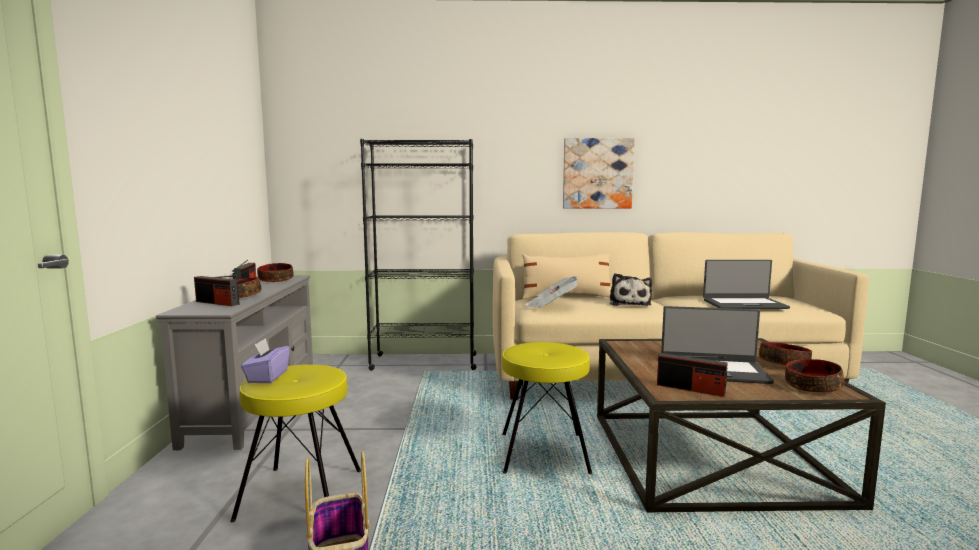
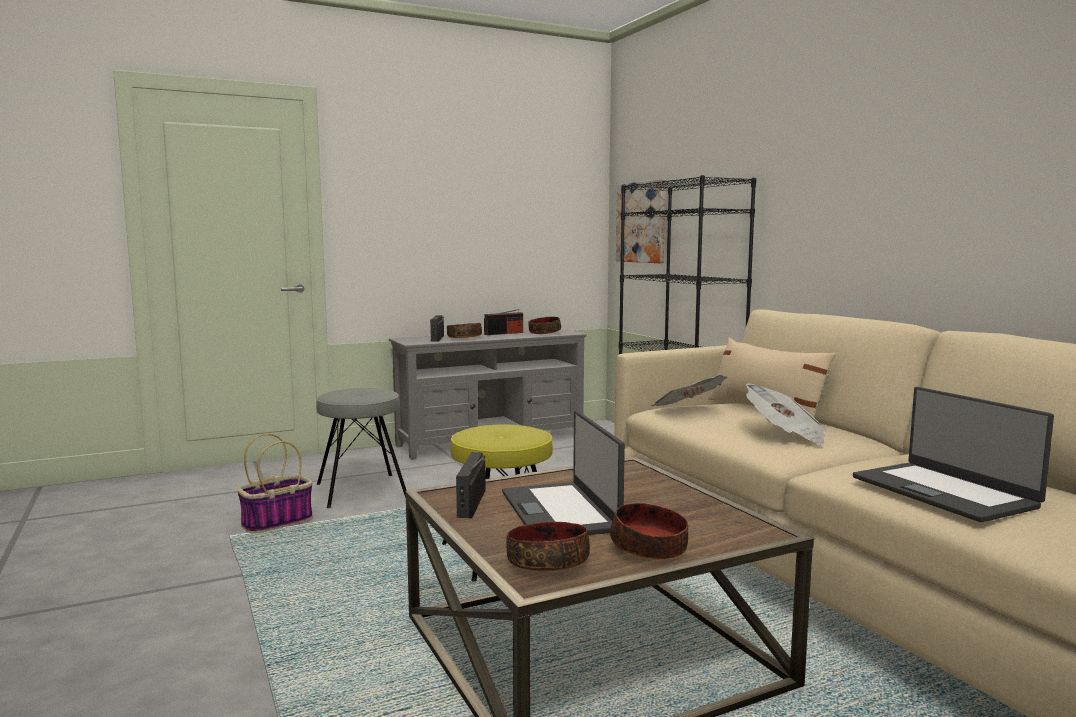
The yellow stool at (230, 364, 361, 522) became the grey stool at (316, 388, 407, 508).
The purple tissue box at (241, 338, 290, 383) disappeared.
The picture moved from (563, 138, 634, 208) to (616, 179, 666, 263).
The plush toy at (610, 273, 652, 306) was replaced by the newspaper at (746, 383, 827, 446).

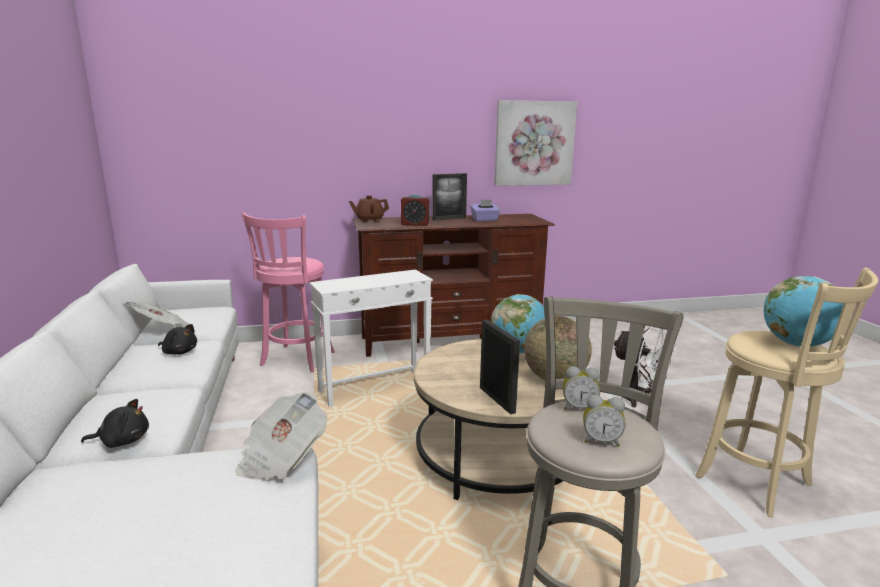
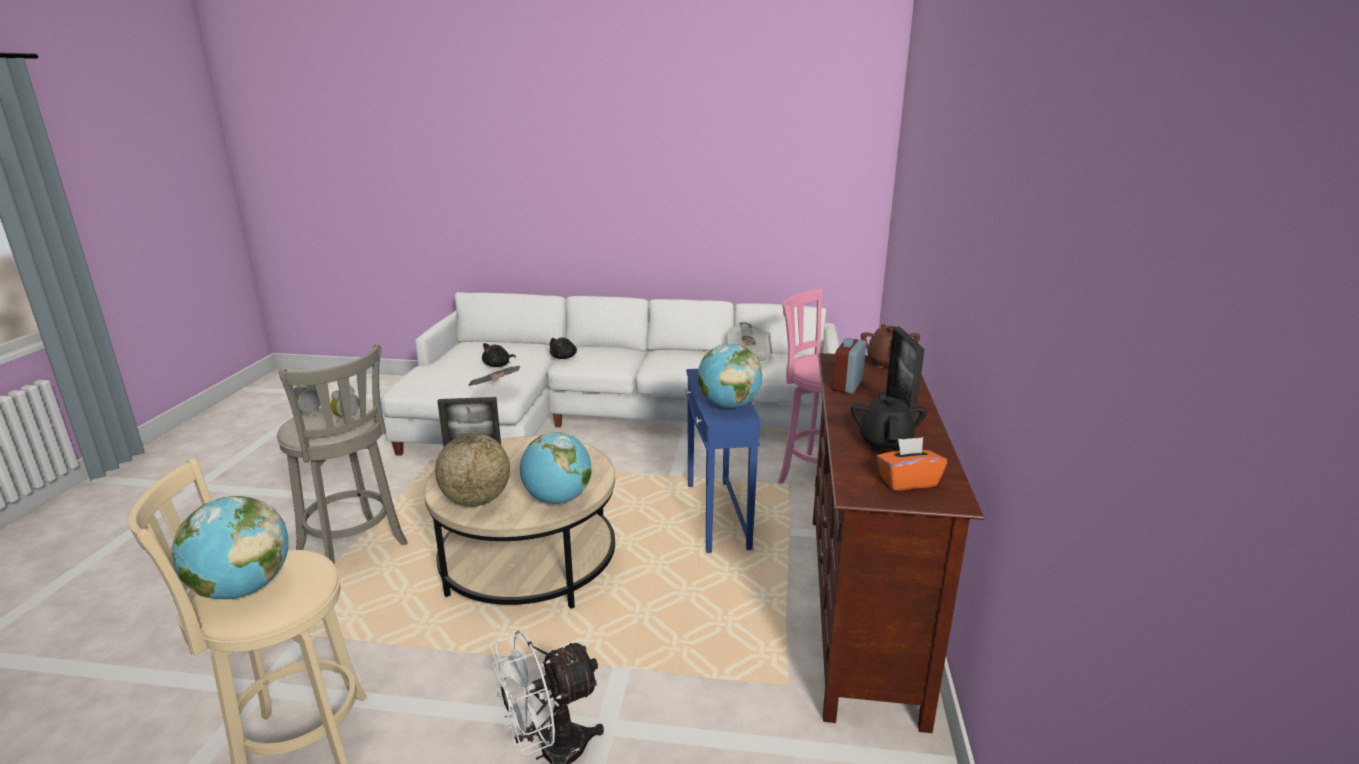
The black plush toy moved from (158, 324, 197, 355) to (482, 343, 516, 367).
The white side table at (309, 269, 433, 407) became the blue side table at (686, 369, 761, 553).
The purple tissue box at (471, 200, 500, 221) was replaced by the black teapot at (851, 392, 928, 451).
The picture at (494, 100, 577, 186) disappeared.
The globe at (698, 344, 762, 408) appeared.
The orange tissue box at (876, 437, 947, 490) appeared.

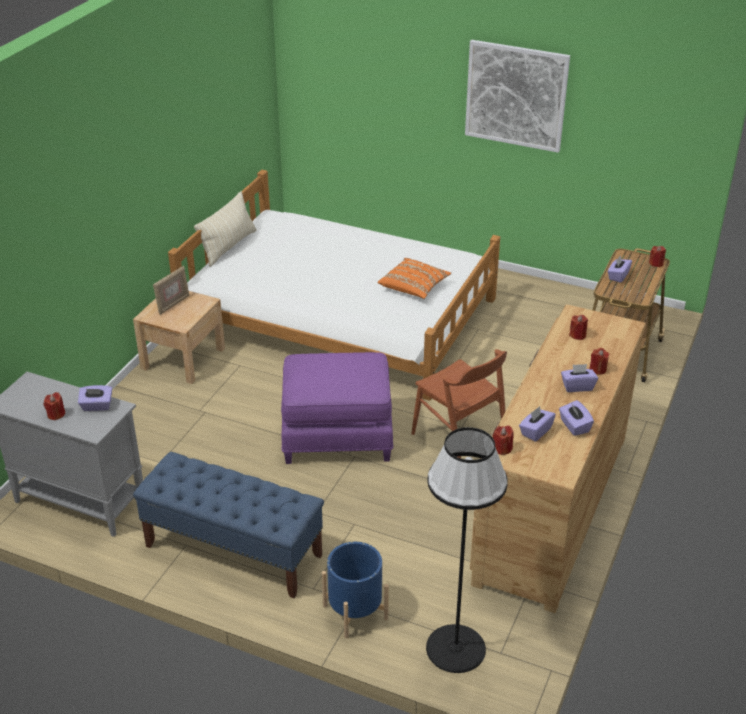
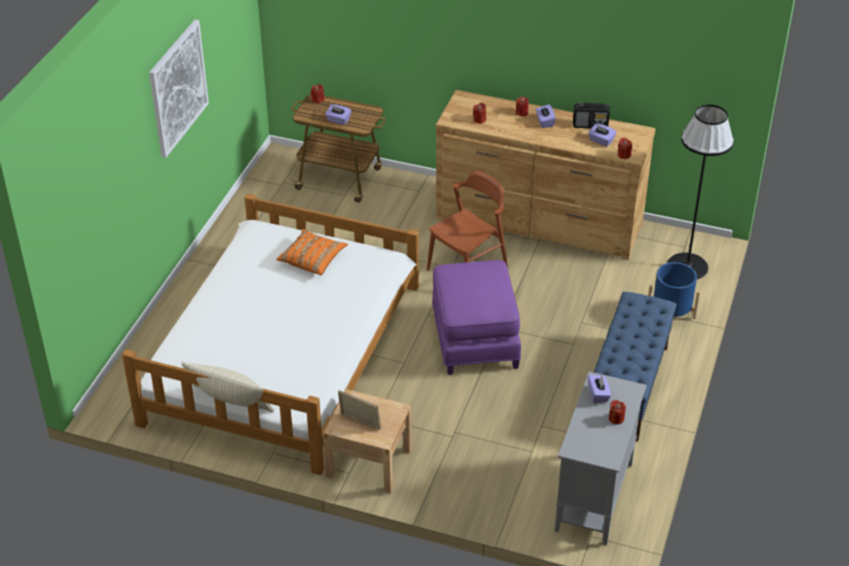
The purple tissue box at (559, 400, 594, 436) was replaced by the radio at (573, 102, 610, 128).

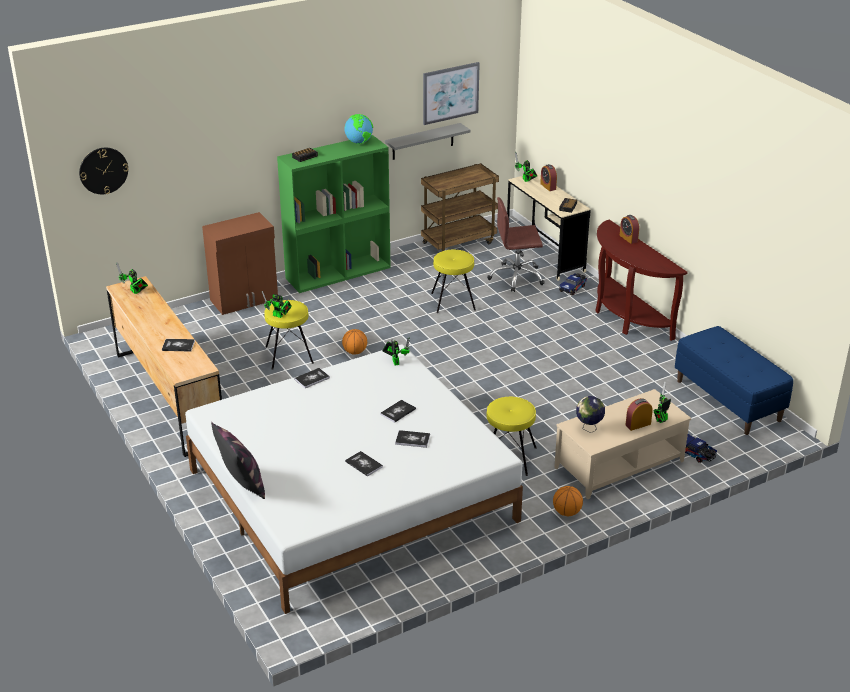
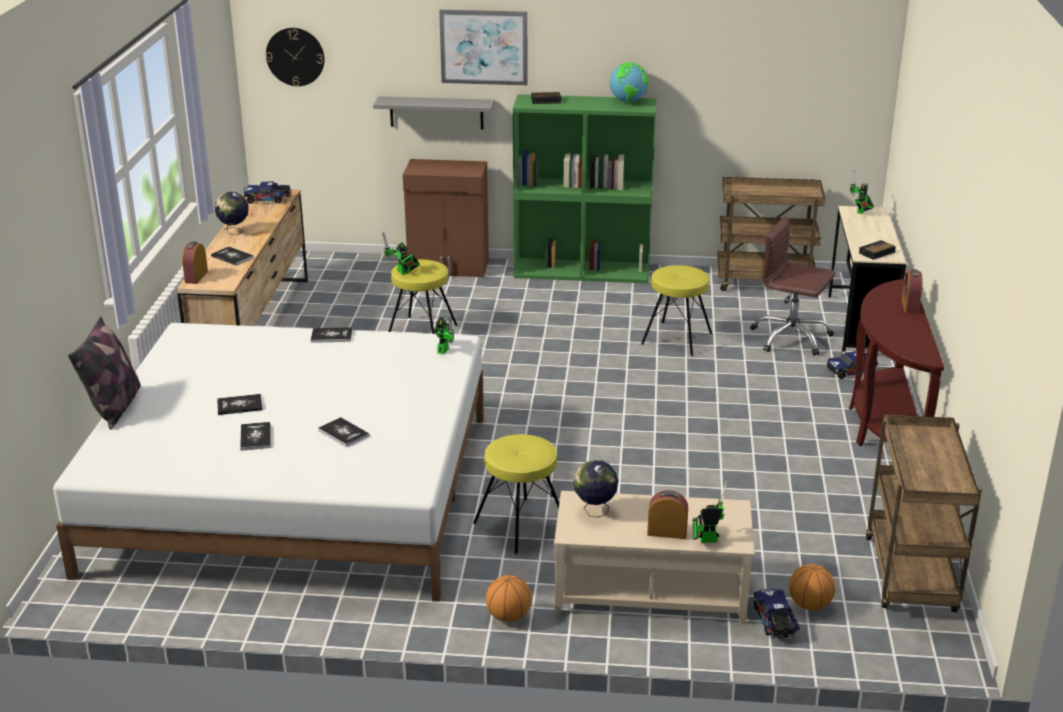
The toy robot at (116, 262, 148, 294) was replaced by the toy truck at (244, 181, 292, 204).
The basketball moved from (342, 329, 367, 355) to (789, 564, 835, 610).
The book moved from (380, 400, 416, 423) to (217, 394, 263, 415).
The grey shelf moved from (385, 123, 471, 160) to (373, 96, 495, 129).
The picture moved from (423, 62, 480, 125) to (439, 10, 527, 85).
The alarm clock moved from (540, 164, 557, 191) to (182, 241, 208, 284).
The blue bench at (675, 326, 793, 435) was replaced by the brown cart at (866, 415, 982, 612).
The globe at (215, 192, 249, 235) appeared.

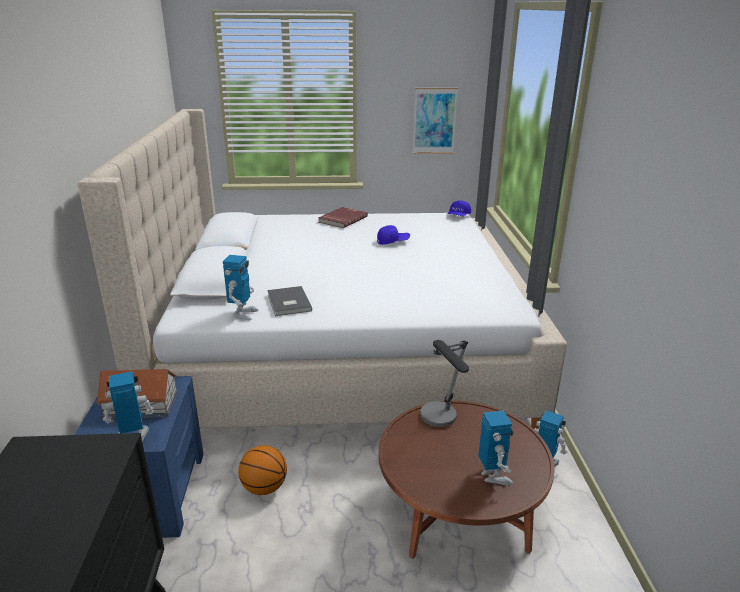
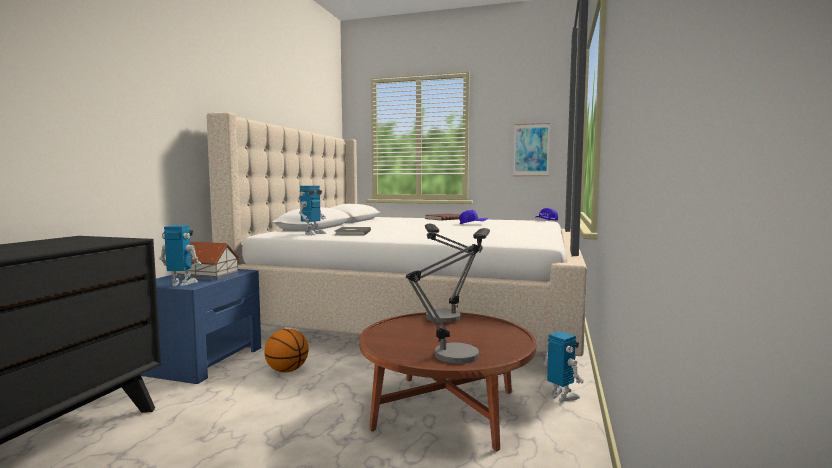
The toy robot at (478, 410, 513, 485) was replaced by the table lamp at (406, 228, 490, 364).

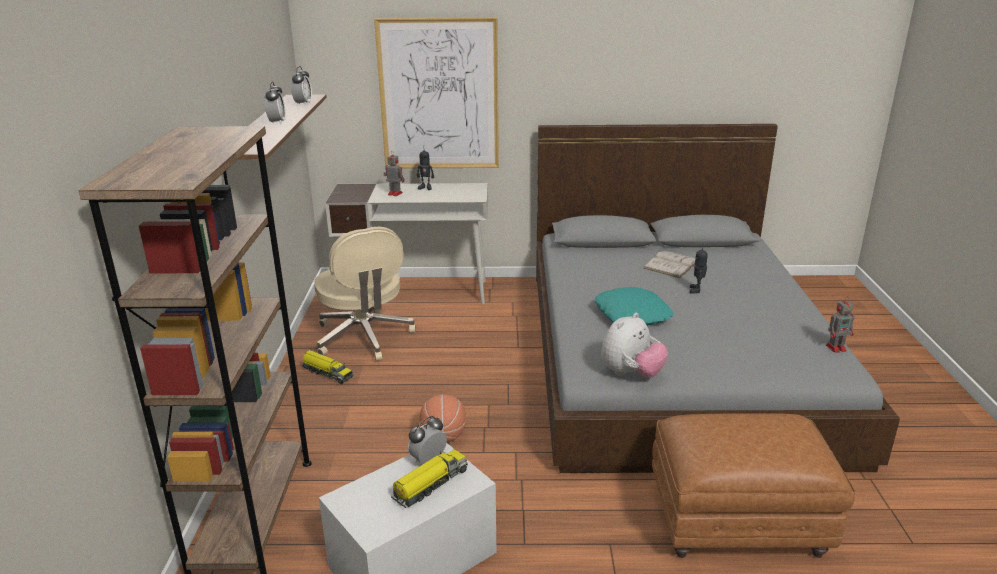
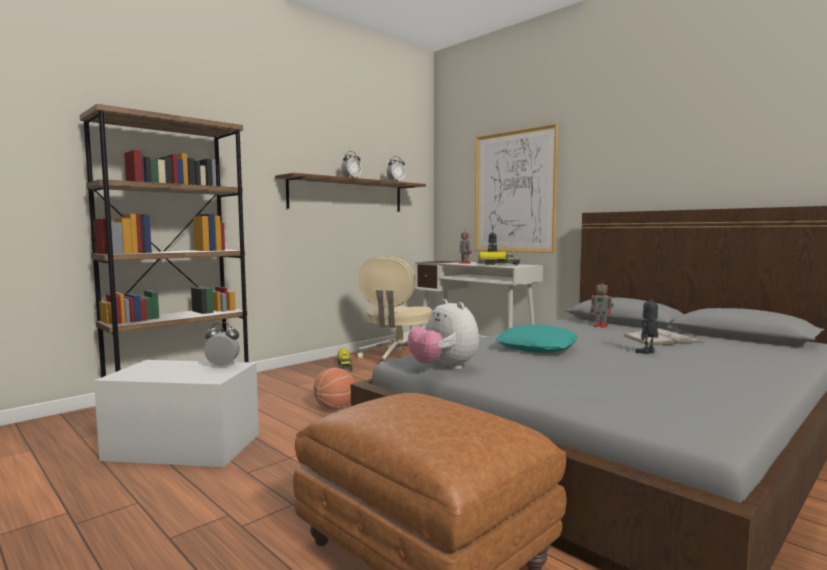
The toy truck moved from (391, 450, 468, 508) to (477, 252, 520, 265).
The plush toy at (601, 313, 668, 378) turned 60 degrees clockwise.
The toy robot moved from (826, 296, 855, 353) to (590, 279, 614, 328).

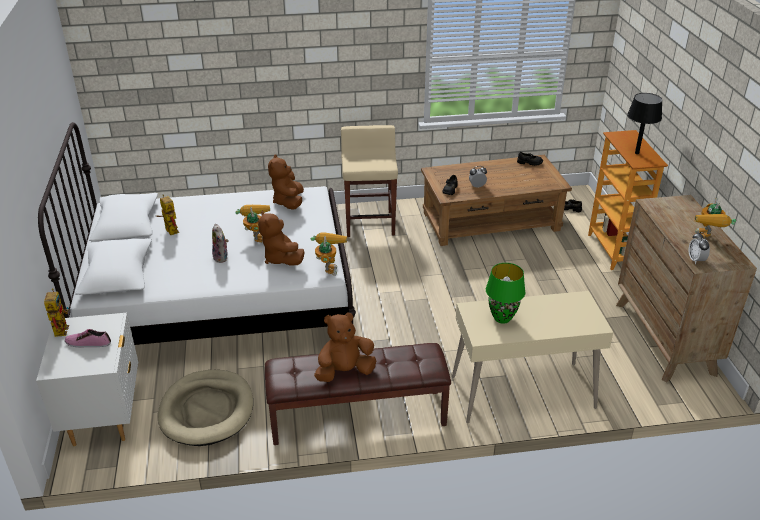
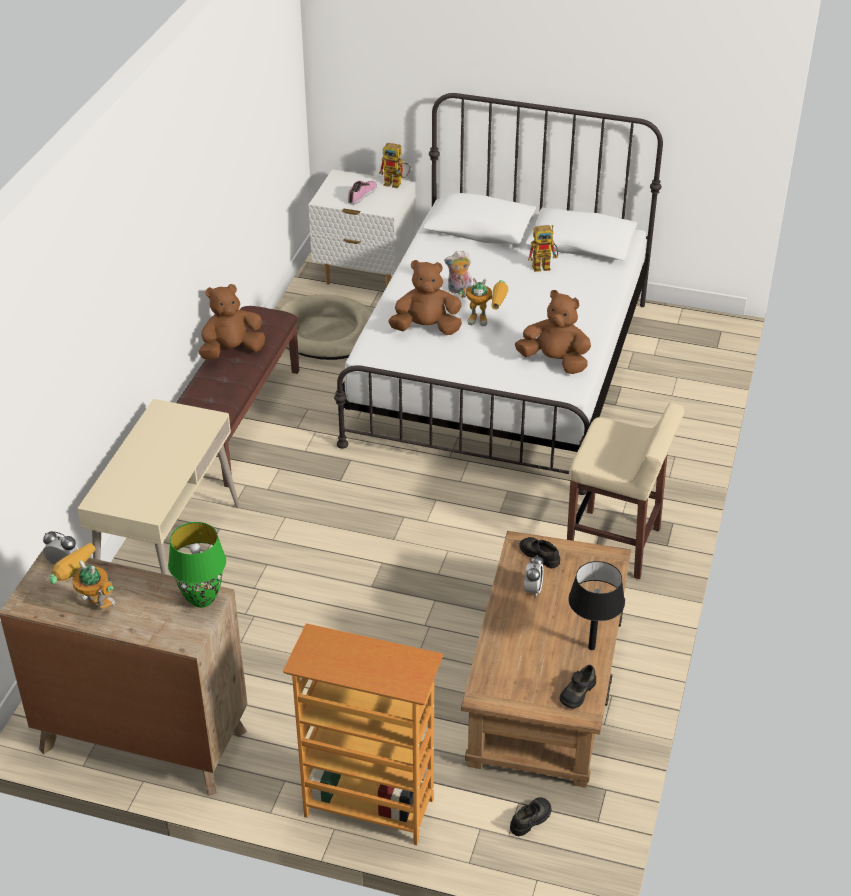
The toy robot at (311, 232, 347, 276) disappeared.
The brown plush toy at (314, 312, 376, 382) turned 120 degrees counterclockwise.
The green table lamp moved from (486, 263, 526, 324) to (168, 522, 226, 608).
The black table lamp moved from (627, 93, 662, 154) to (568, 561, 625, 650).

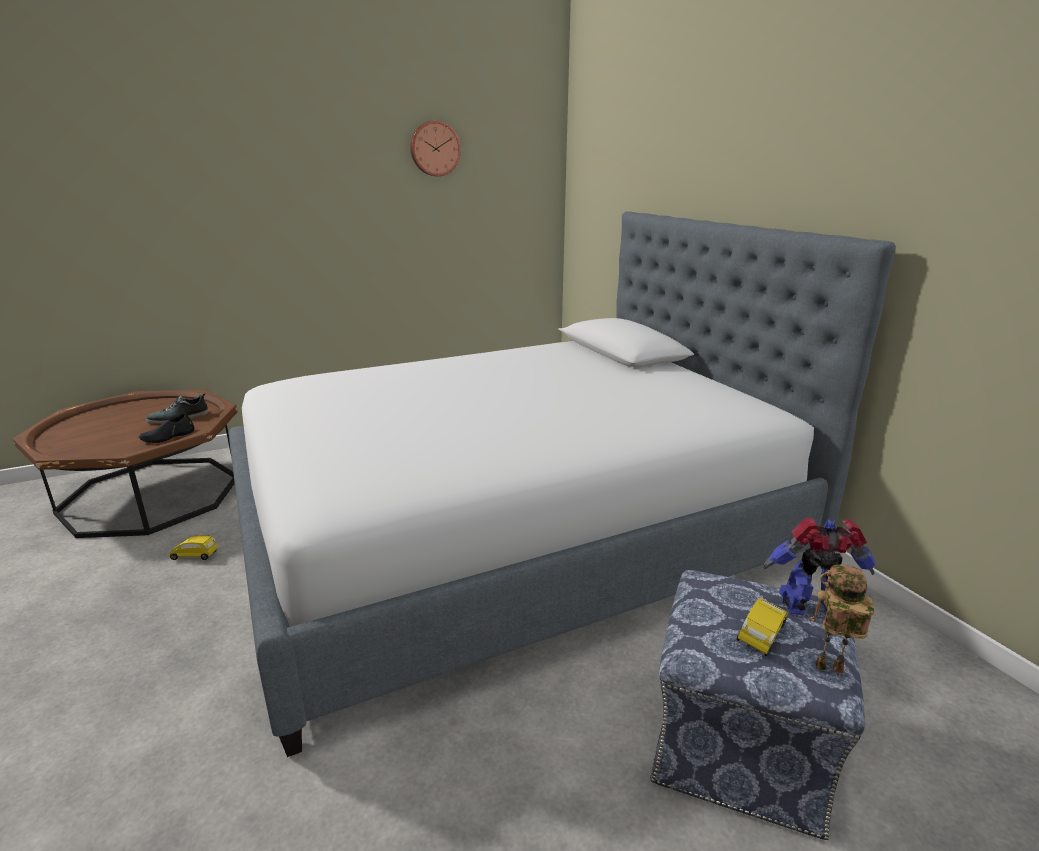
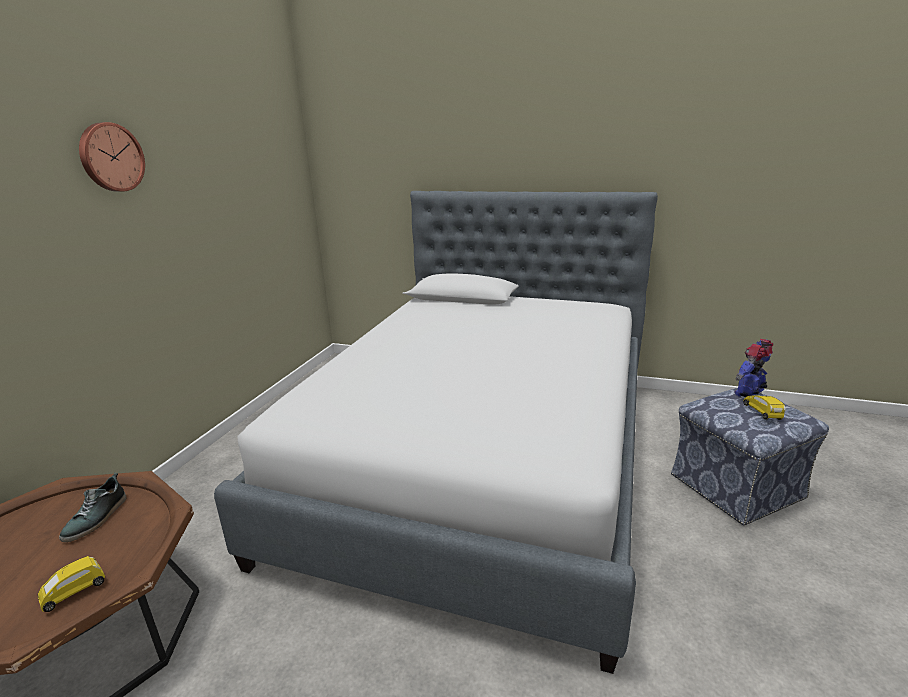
The black shoe at (138, 413, 195, 443) disappeared.
The yellow toy car moved from (169, 535, 218, 560) to (38, 556, 105, 612).
The wall clock moved from (410, 121, 461, 176) to (79, 122, 145, 192).
The toy robot at (809, 564, 874, 674) disappeared.

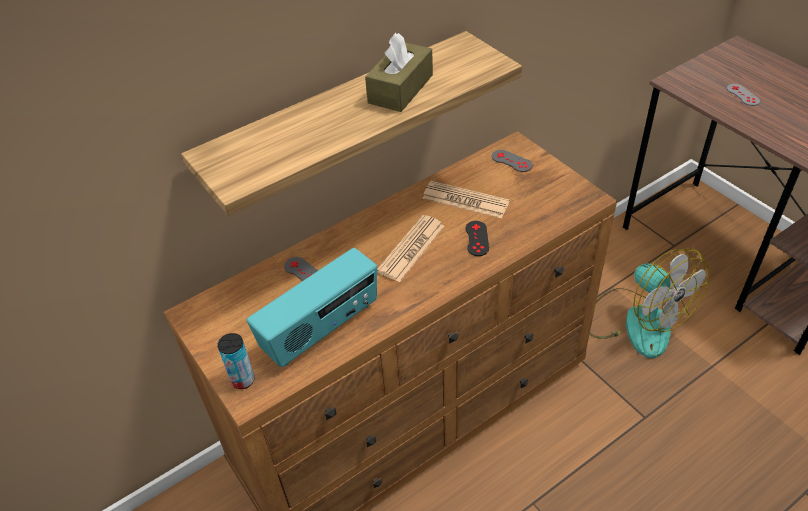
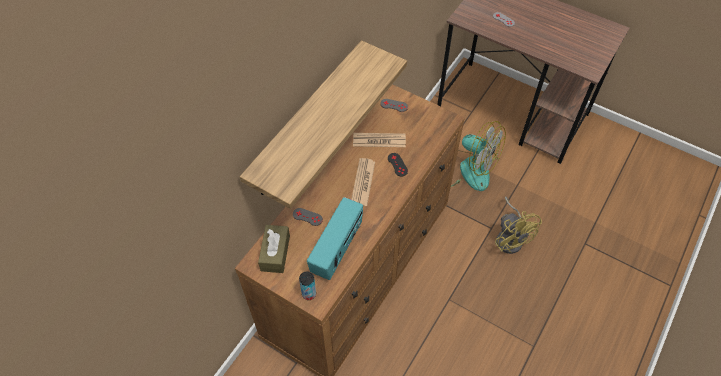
The brown tissue box moved from (365, 32, 433, 112) to (258, 225, 290, 273).
The yellow fan at (495, 197, 542, 254) appeared.

